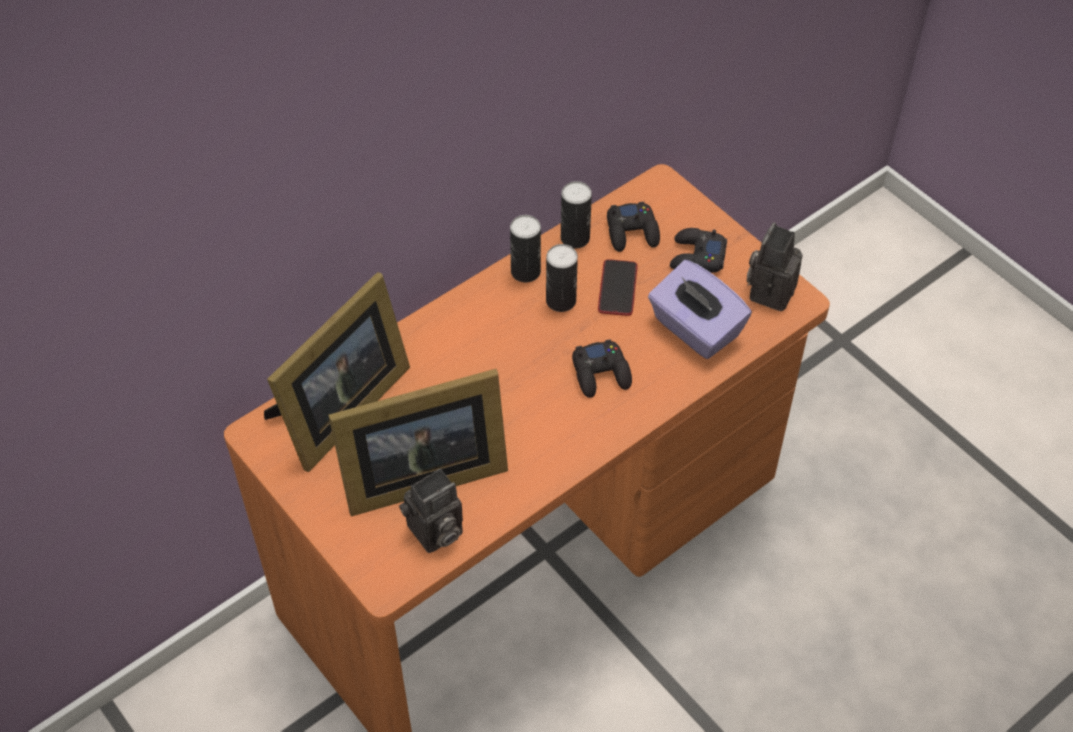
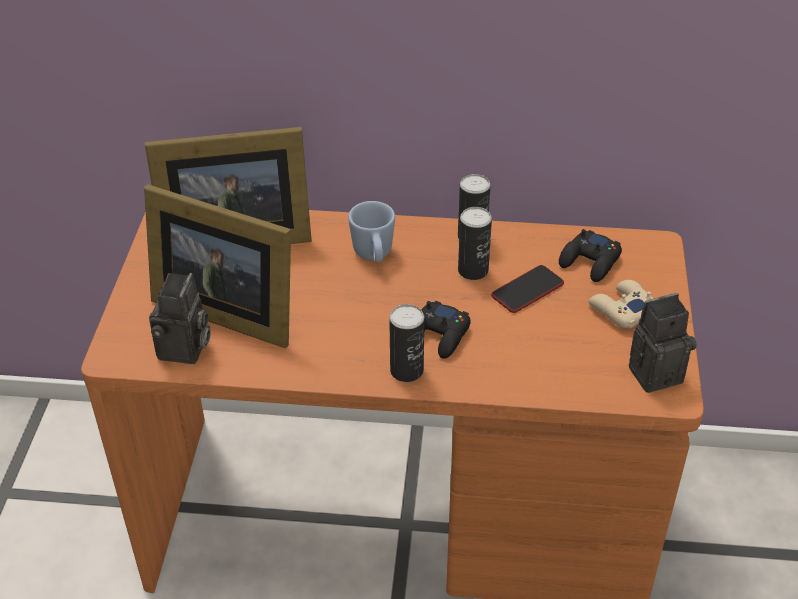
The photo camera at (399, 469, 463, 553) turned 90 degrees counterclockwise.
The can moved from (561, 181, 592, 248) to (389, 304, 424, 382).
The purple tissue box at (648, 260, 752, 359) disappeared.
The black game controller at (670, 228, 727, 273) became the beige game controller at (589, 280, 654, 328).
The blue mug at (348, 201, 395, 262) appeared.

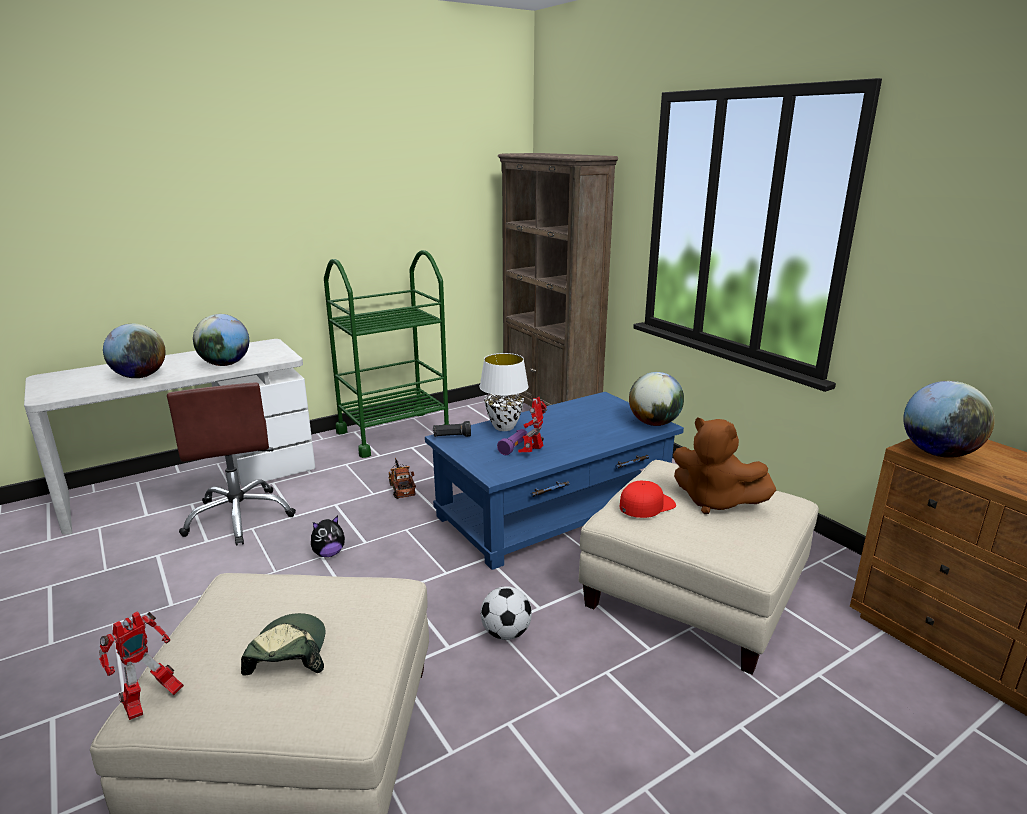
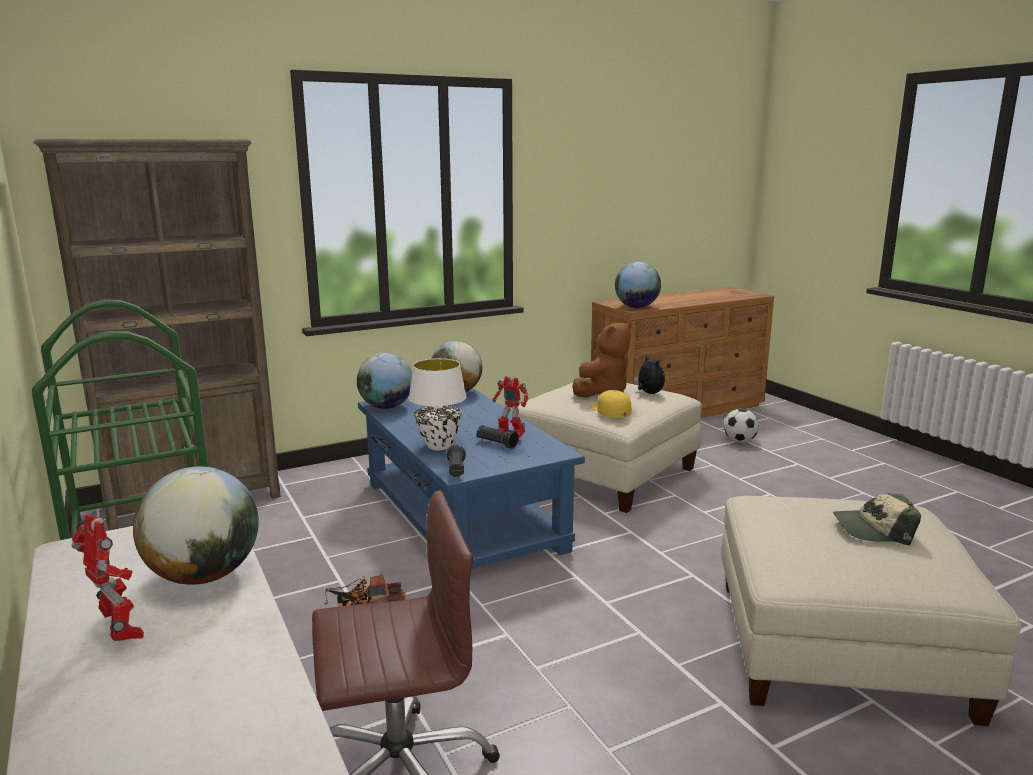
The toy robot moved from (99, 611, 184, 720) to (72, 514, 144, 641).
The globe moved from (103, 323, 166, 378) to (357, 353, 412, 409).
The plush toy moved from (311, 516, 345, 557) to (634, 355, 665, 394).
The football moved from (481, 586, 532, 640) to (724, 409, 759, 443).
The purple flashlight at (497, 429, 527, 455) became the black flashlight at (477, 425, 519, 449).
The red cap at (619, 481, 676, 518) became the yellow cap at (590, 390, 631, 418).

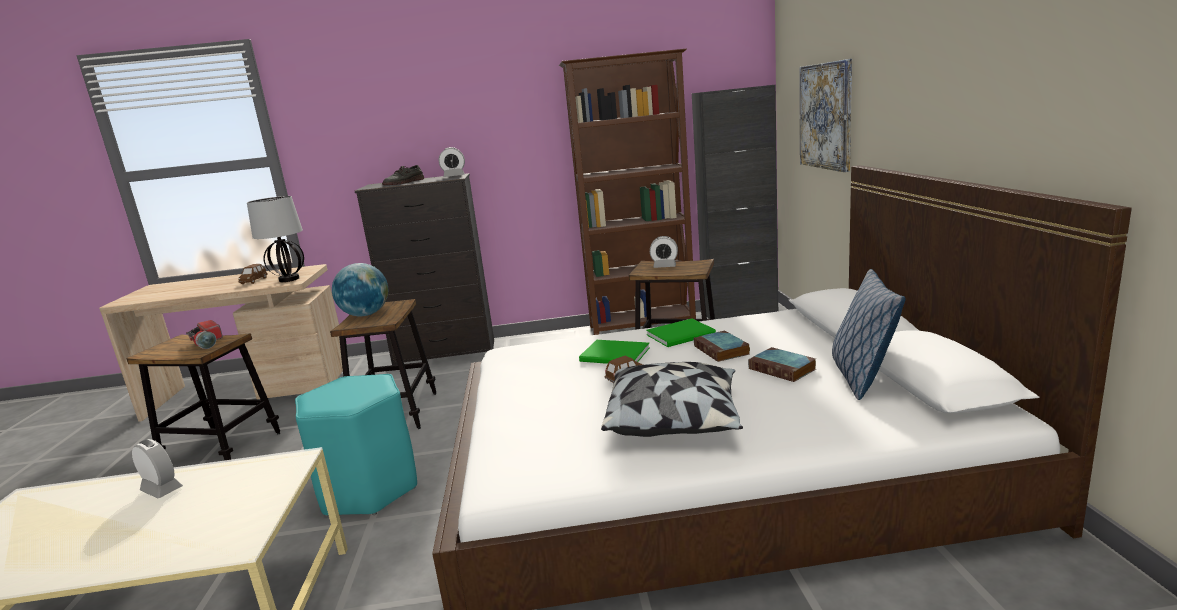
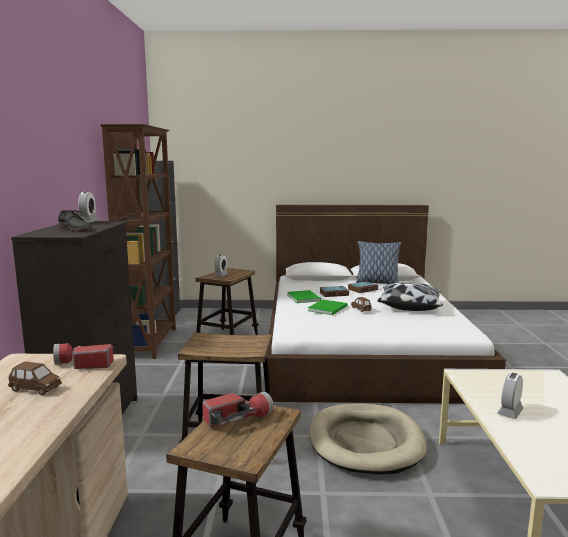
The table lamp at (247, 196, 304, 282) was replaced by the flashlight at (53, 343, 114, 369).
The turquoise stool at (295, 374, 417, 517) was replaced by the beige dog bed at (309, 403, 427, 474).
The globe at (332, 263, 388, 316) disappeared.
The picture at (800, 59, 852, 172) disappeared.

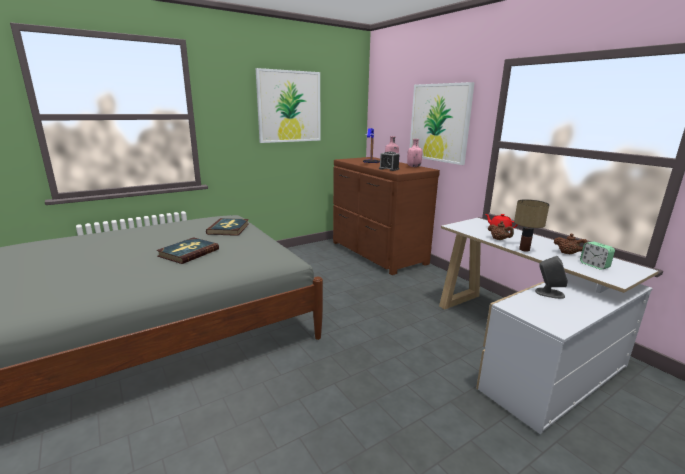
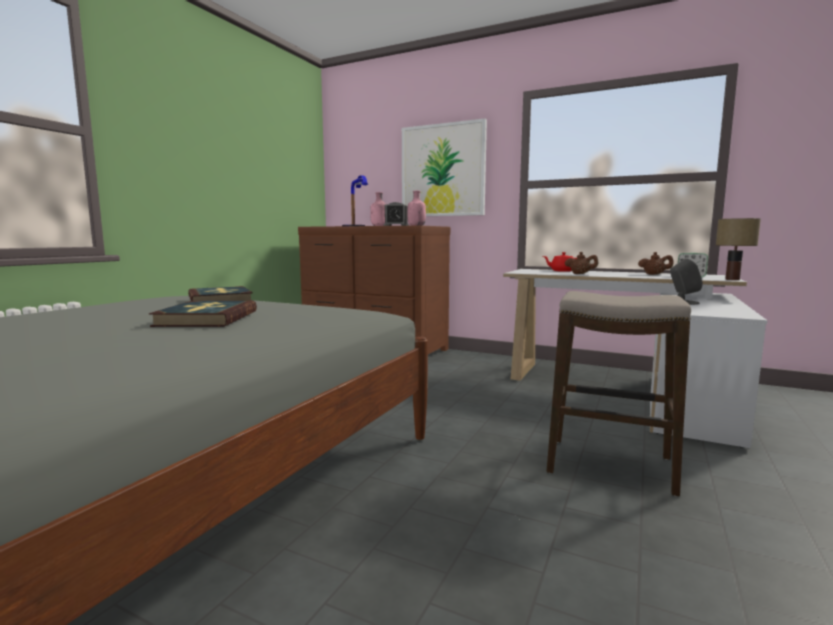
The picture at (256, 68, 320, 143) disappeared.
The table lamp moved from (514, 199, 549, 252) to (716, 218, 761, 280).
The stool at (546, 291, 691, 496) appeared.

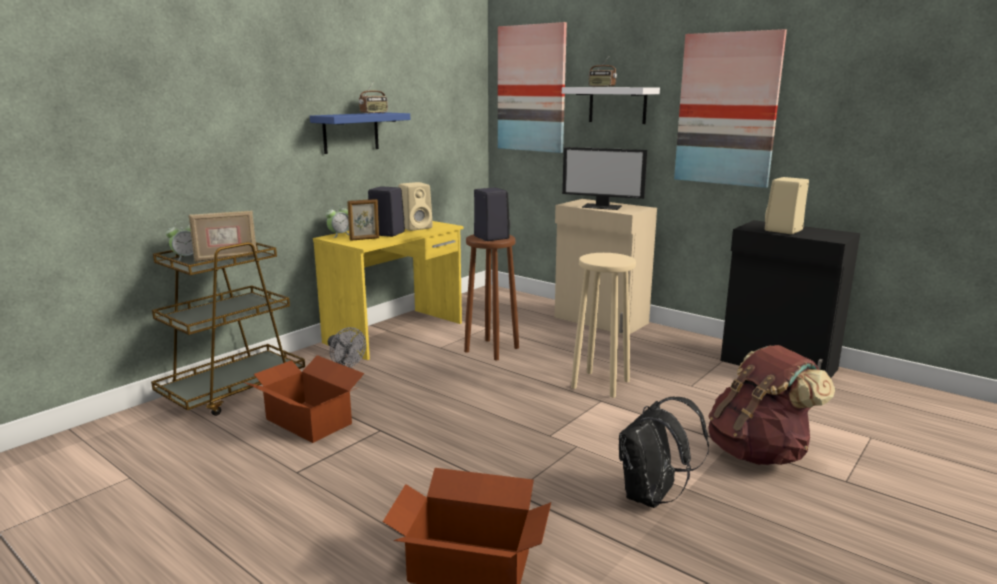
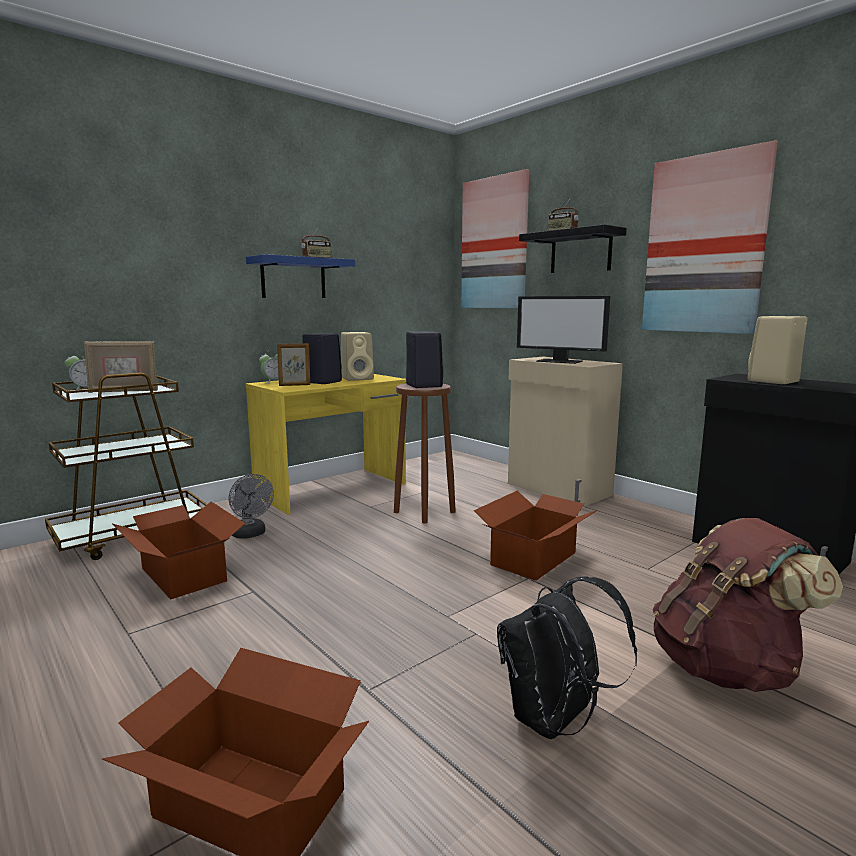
The white shelf at (562, 87, 660, 124) became the black shelf at (519, 224, 627, 273).
The beige stool at (571, 253, 636, 398) was replaced by the cardboard box at (474, 491, 598, 581).

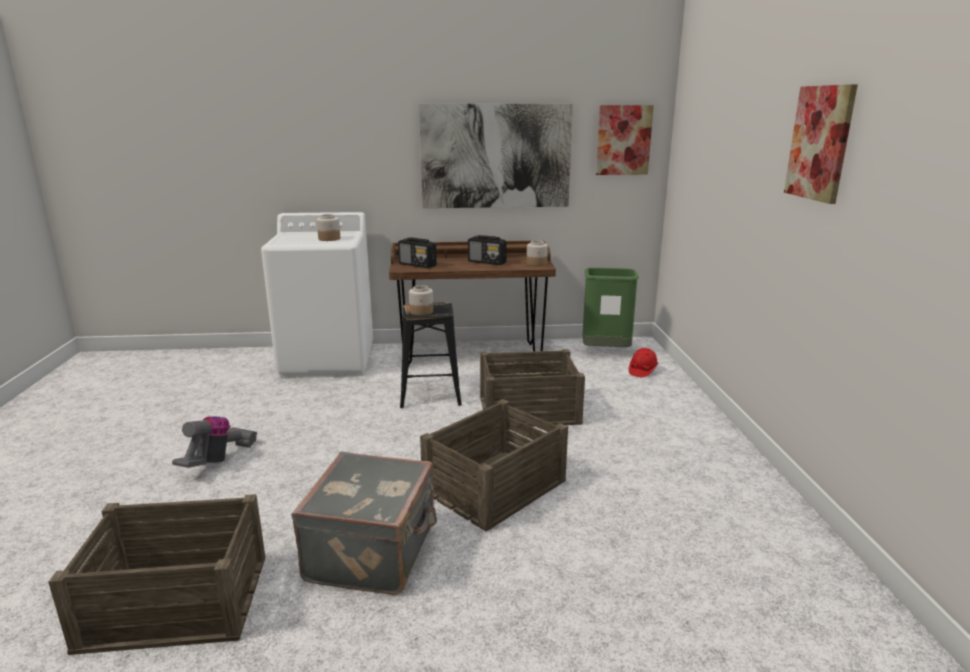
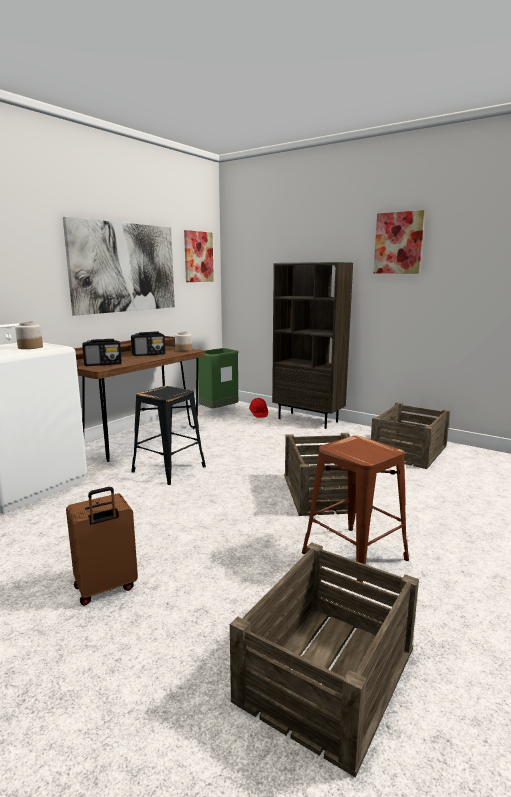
The vacuum cleaner at (172, 416, 257, 468) was replaced by the brown suitcase at (66, 487, 138, 606).
The grey suitcase at (291, 452, 437, 595) was replaced by the brown stool at (302, 436, 409, 583).
The jar at (409, 285, 433, 315) disappeared.
The crate moved from (480, 349, 585, 427) to (371, 402, 450, 469).
The brown bookcase at (272, 262, 353, 429) appeared.

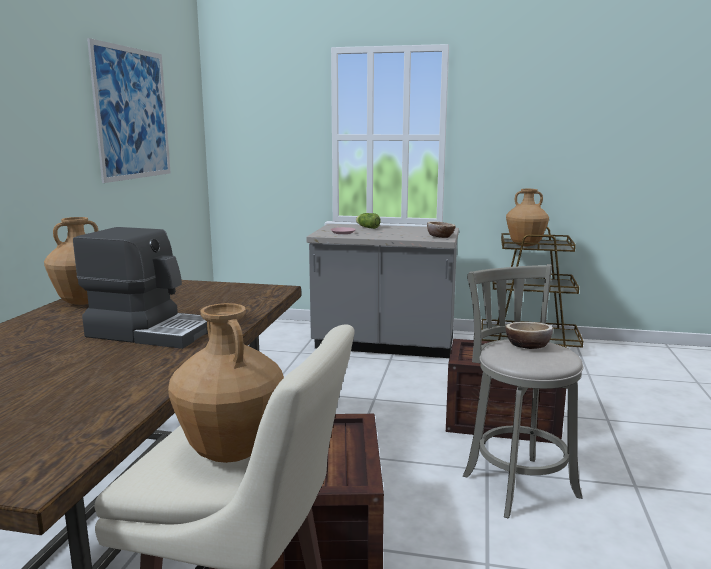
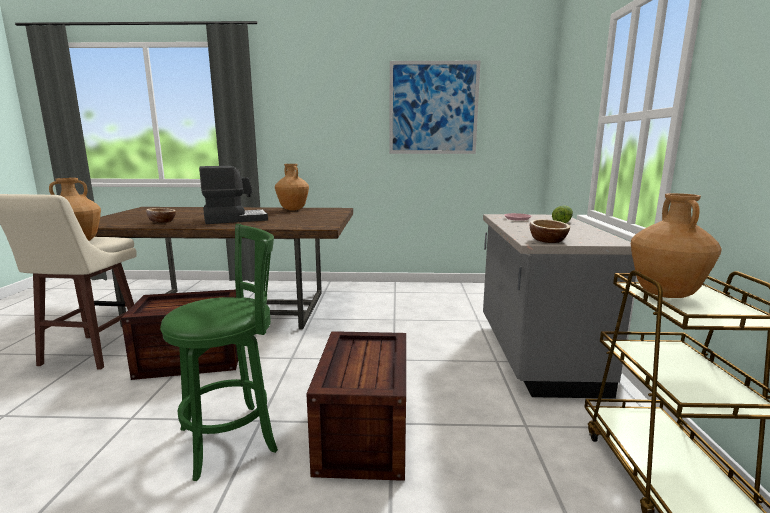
The coffee machine at (73, 227, 208, 349) turned 120 degrees counterclockwise.
The grey stool at (463, 264, 583, 519) became the green stool at (160, 224, 278, 481).
The bowl moved from (506, 322, 553, 349) to (146, 208, 176, 223).

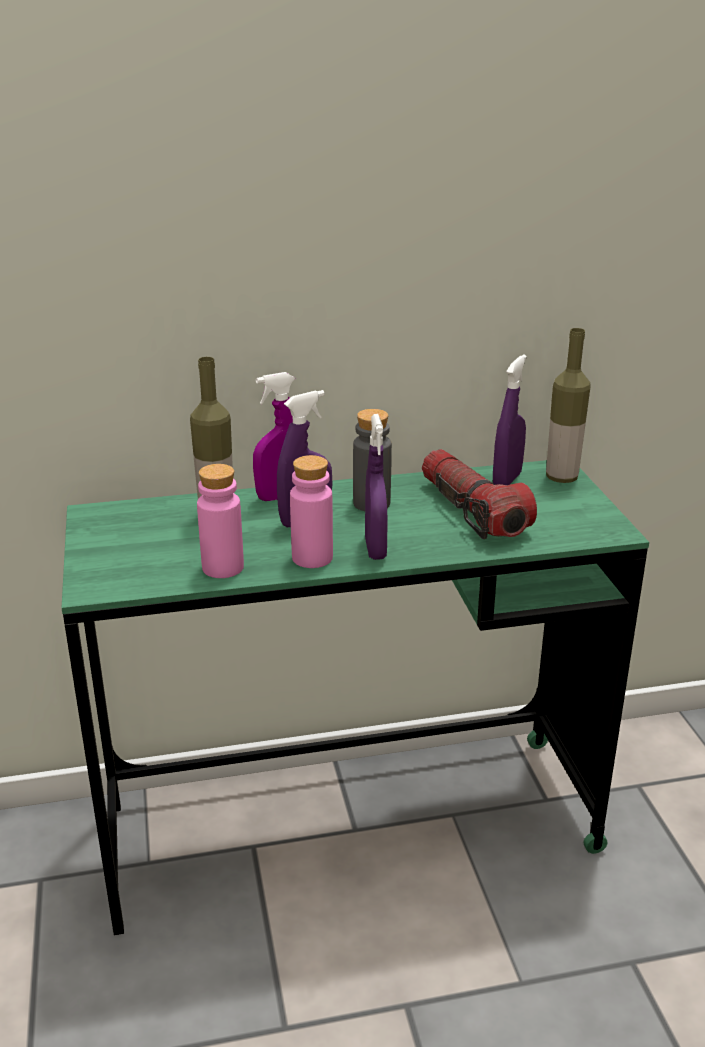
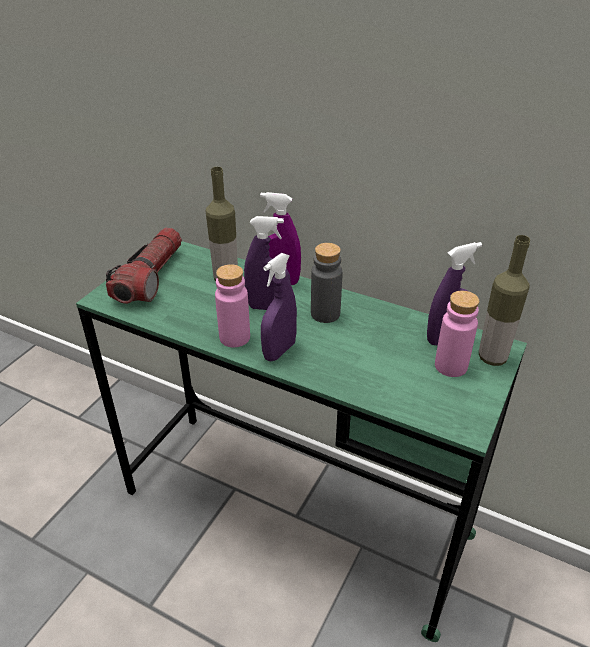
The pink bottle moved from (197, 464, 244, 578) to (435, 291, 479, 377).
The flashlight moved from (422, 449, 537, 539) to (106, 227, 182, 304).

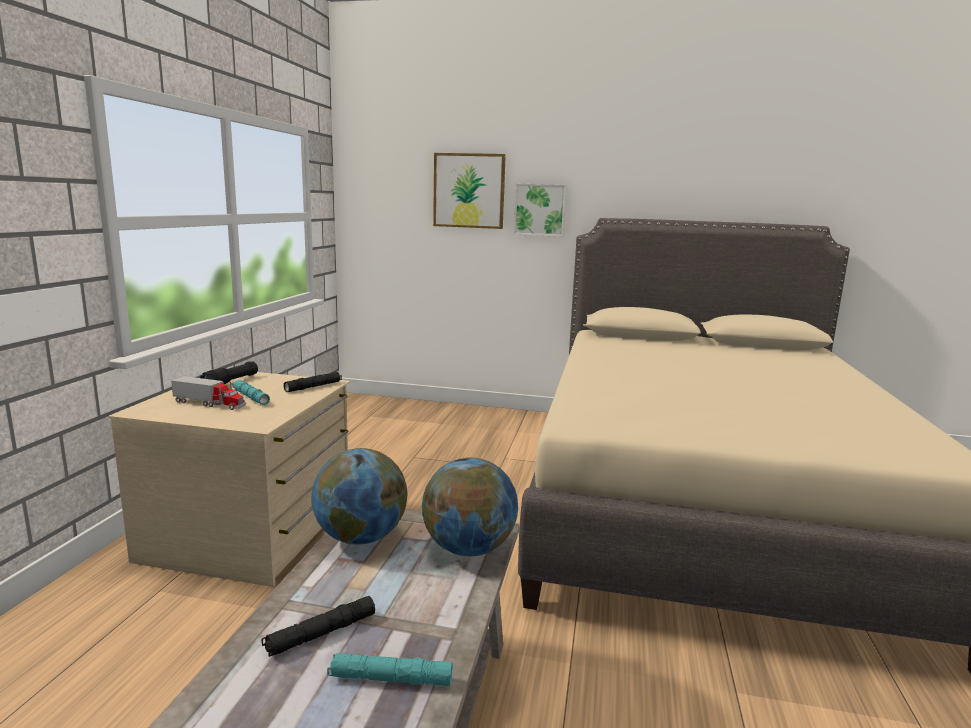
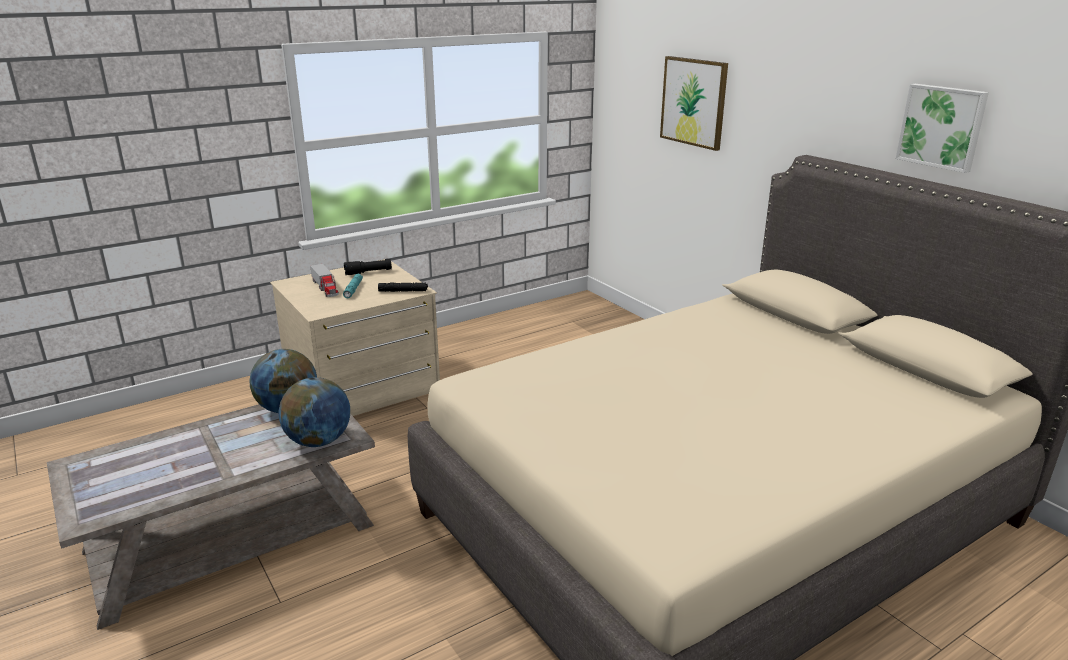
The black flashlight at (262, 596, 375, 657) disappeared.
The turquoise flashlight at (327, 653, 453, 686) disappeared.
The picture moved from (514, 184, 567, 237) to (896, 84, 989, 173).

